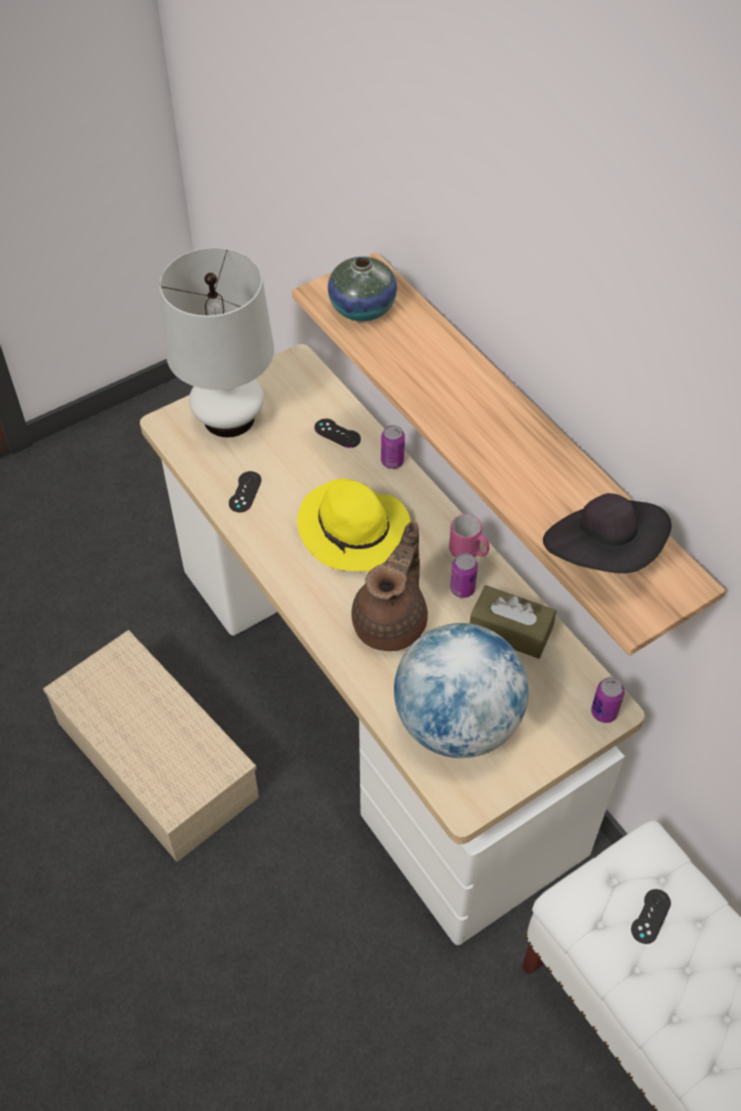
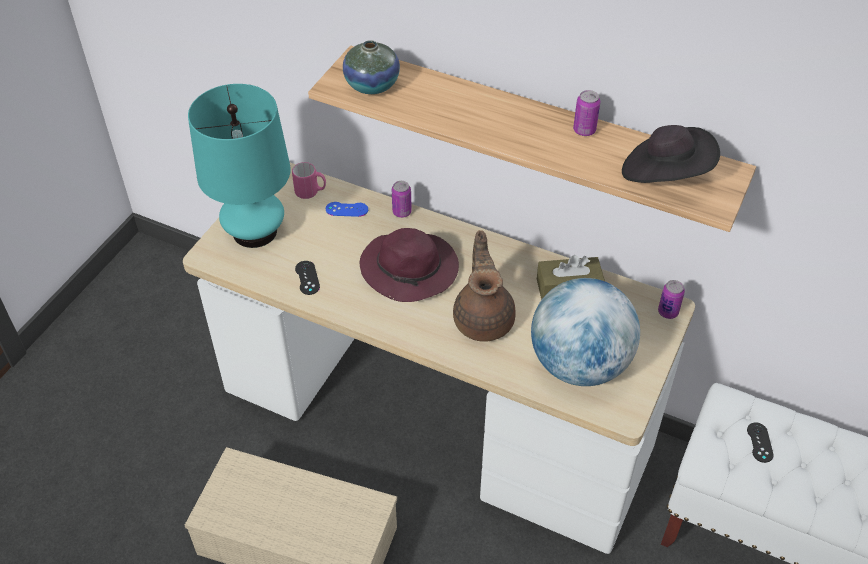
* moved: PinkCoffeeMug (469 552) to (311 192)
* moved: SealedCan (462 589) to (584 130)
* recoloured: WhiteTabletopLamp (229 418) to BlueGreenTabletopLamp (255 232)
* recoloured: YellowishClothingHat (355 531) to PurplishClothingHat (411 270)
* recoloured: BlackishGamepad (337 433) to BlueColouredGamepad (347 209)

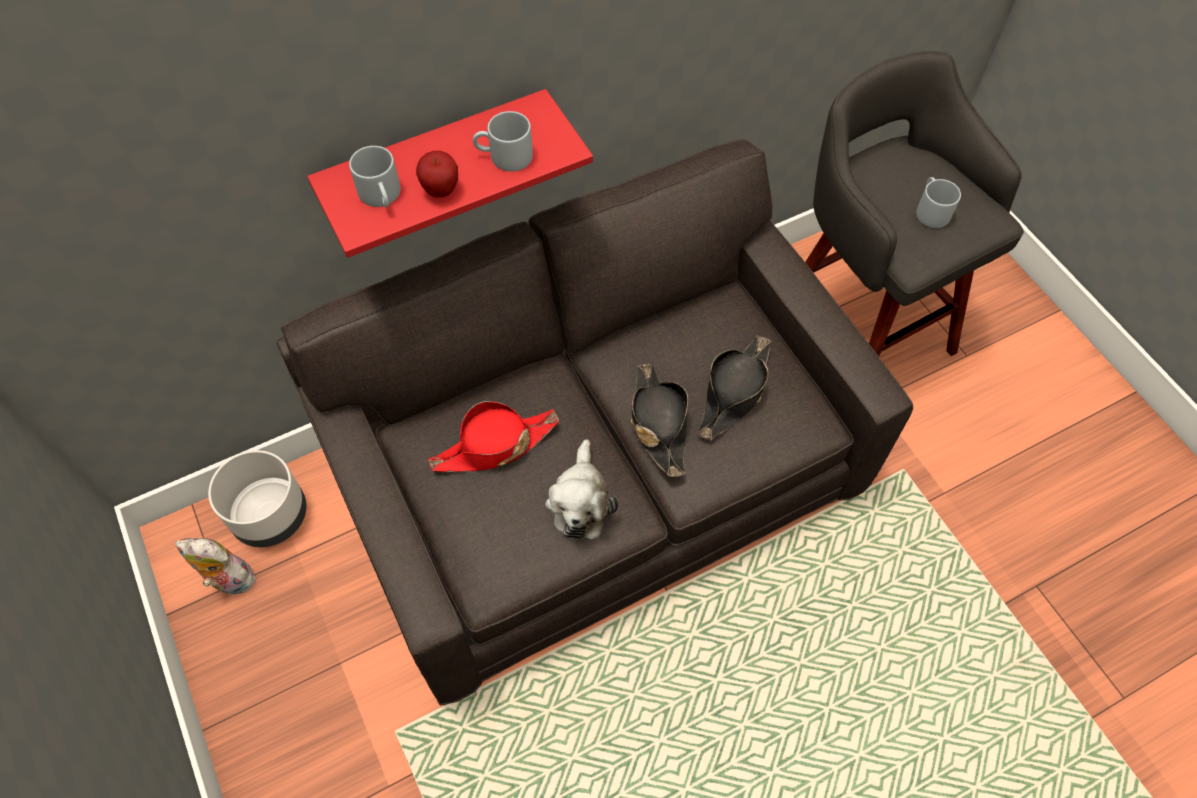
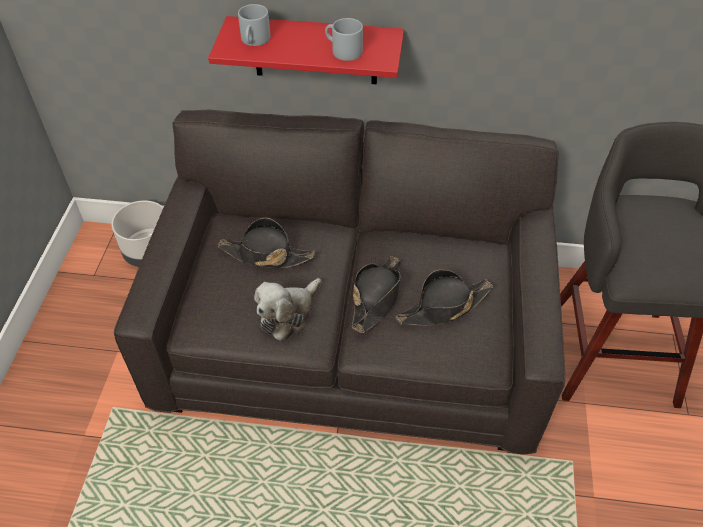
* removed: CuddlyToy (228 580)
* removed: AppleFruit (441 190)
* removed: GreyCoffeeMug (930 210)
* recoloured: RedClothingHat (494 446) to BlackishClothingHat (265 254)

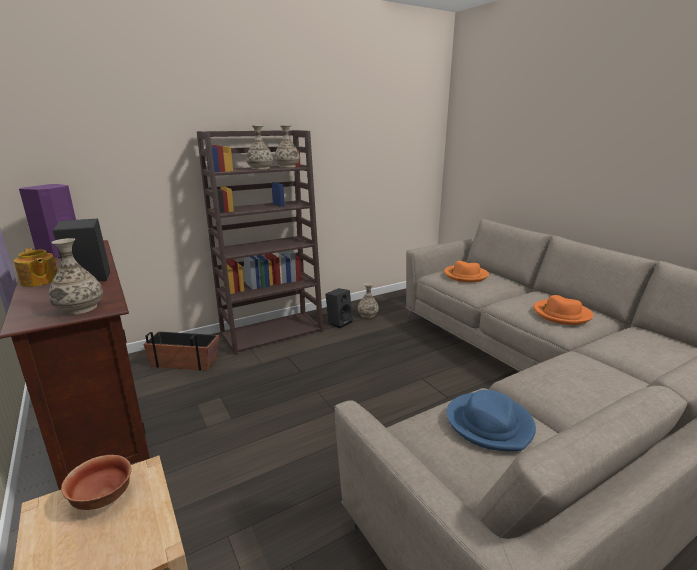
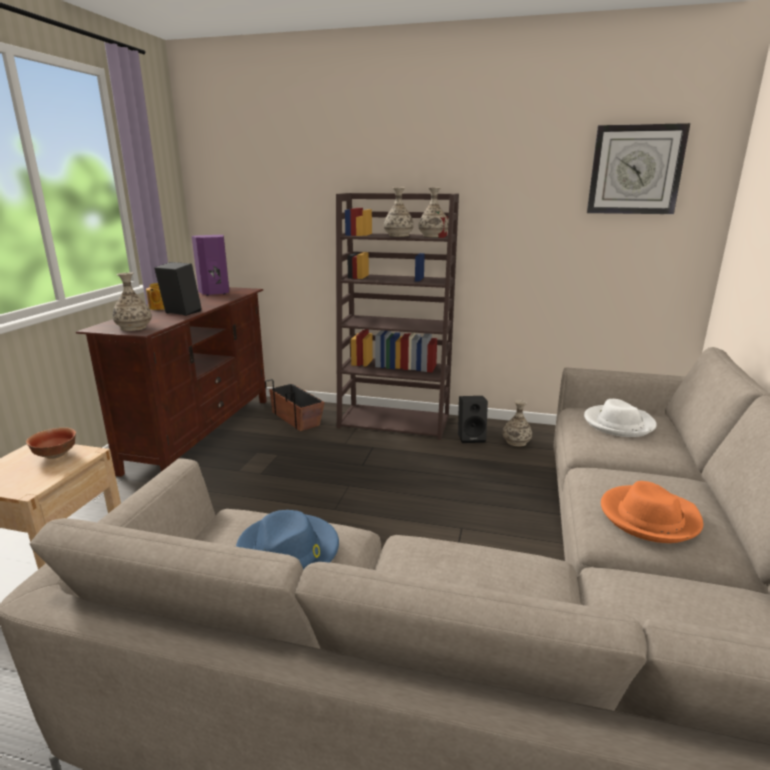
* added: ClockOnTheWall (635 170)
* recoloured: OrangeClothingHat (465 275) to WhiteClothingHat (618 423)

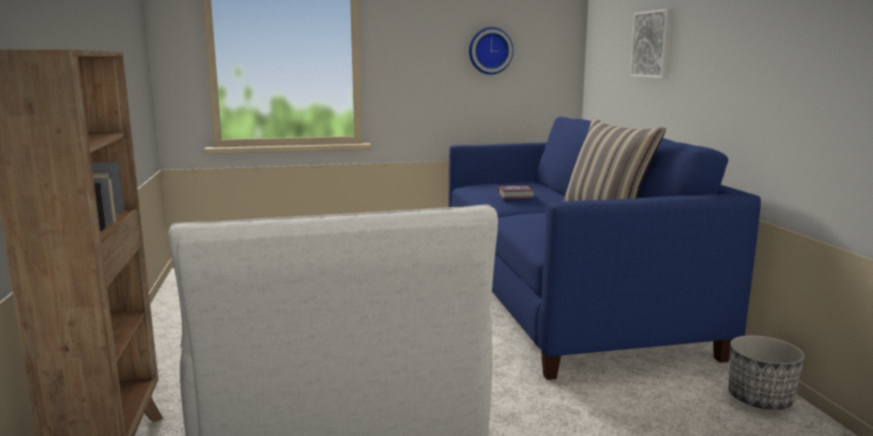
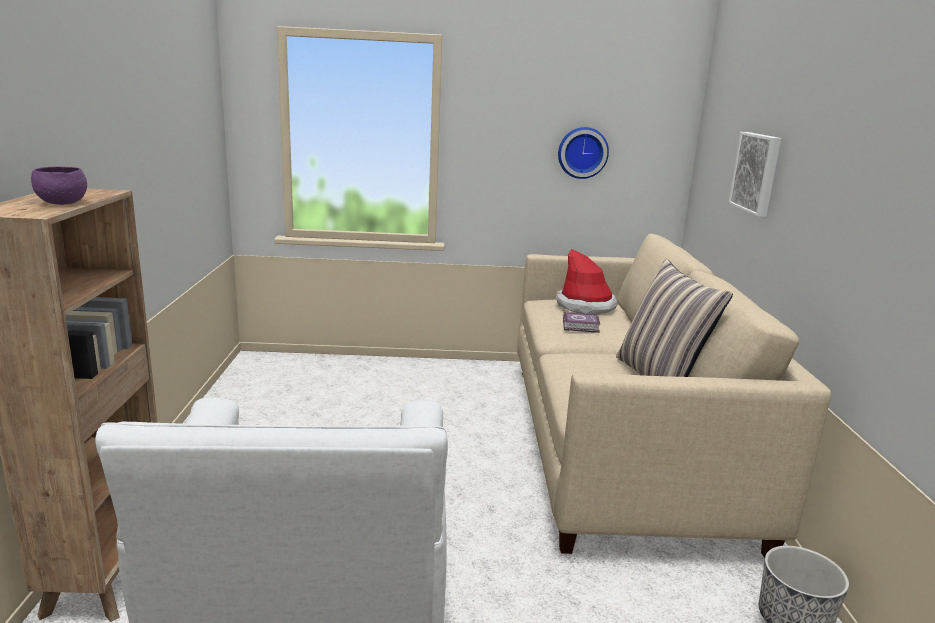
* added: PurplishBowl (62 203)
* added: ClothingHat (585 306)
* recoloured: BlueColouredSofa (564 300) to BeigeColouredSofa (620 445)

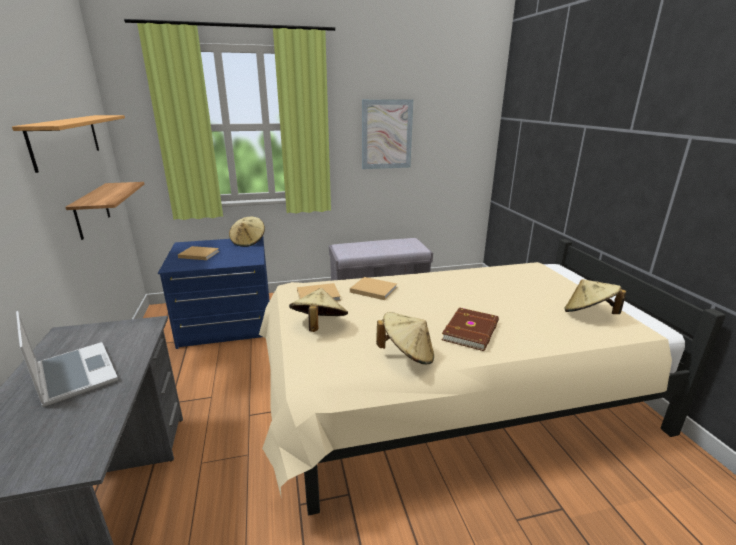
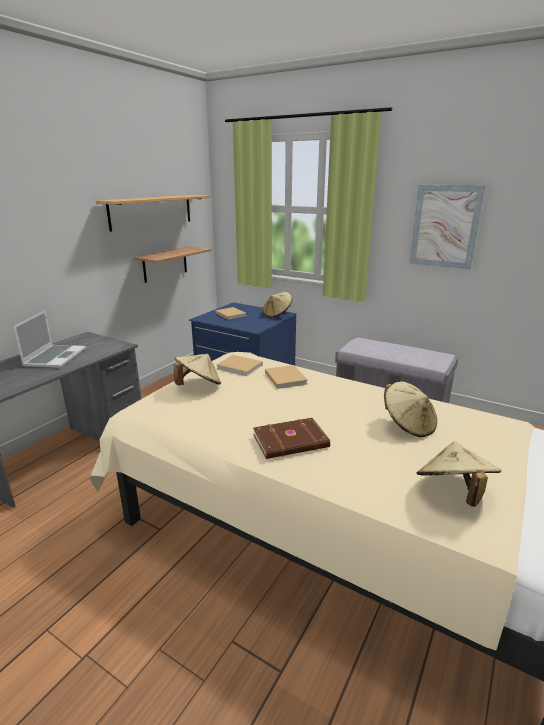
* moved: BeigeColouredClothingHat (407 355) to (408 425)

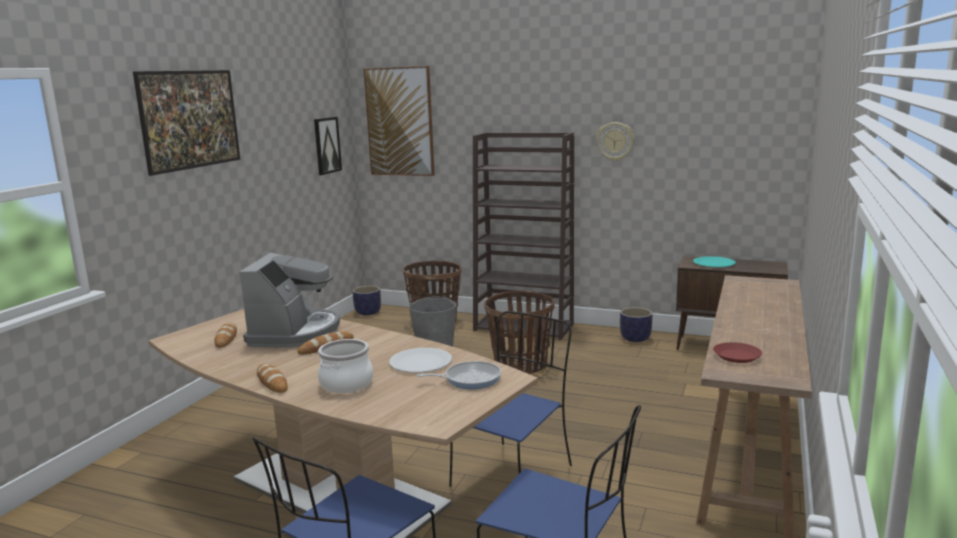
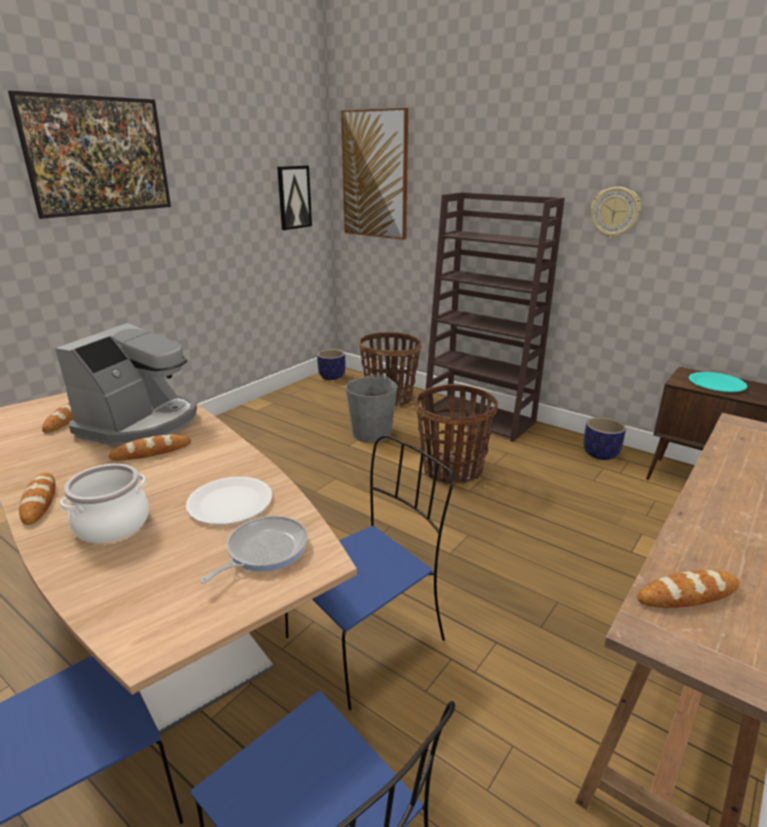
* replaced: RedDinnerPlate (737 356) to BakeryBread (687 594)
* turned: Skillet (469 379) = (263 551) 60 degrees counterclockwise

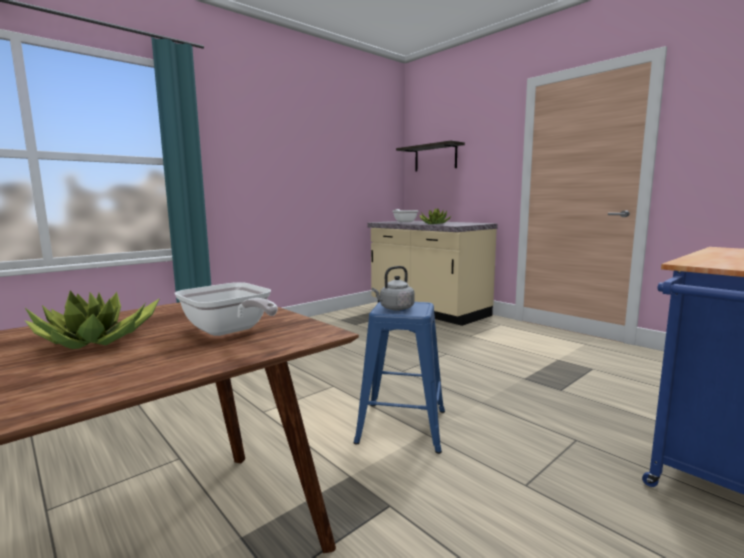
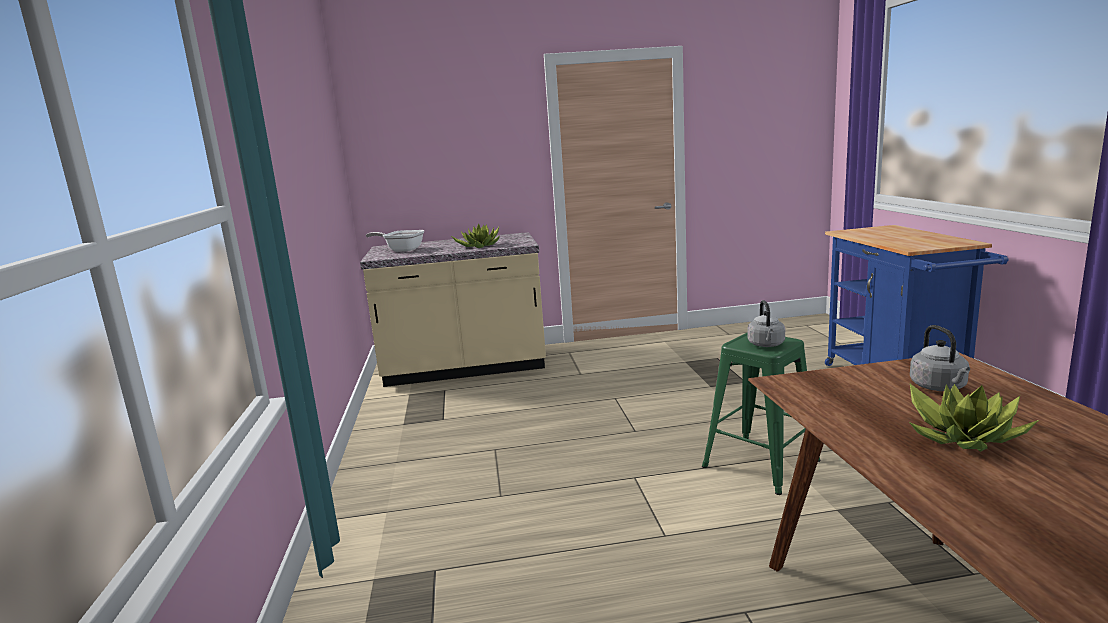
* removed: BracketShelf (435 158)
* replaced: Skillet (229 331) to GreyTeaKettle (939 387)
* recoloured: BlueColouredStool (403 426) to GreenStool (762 463)

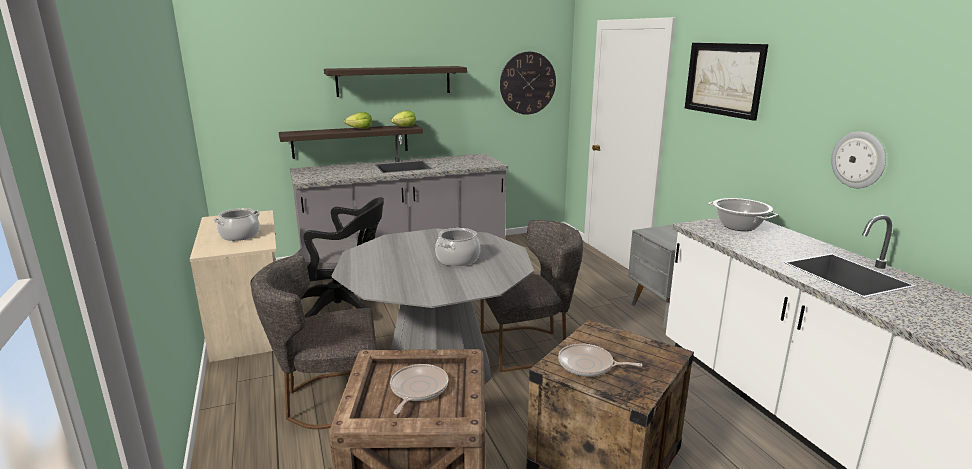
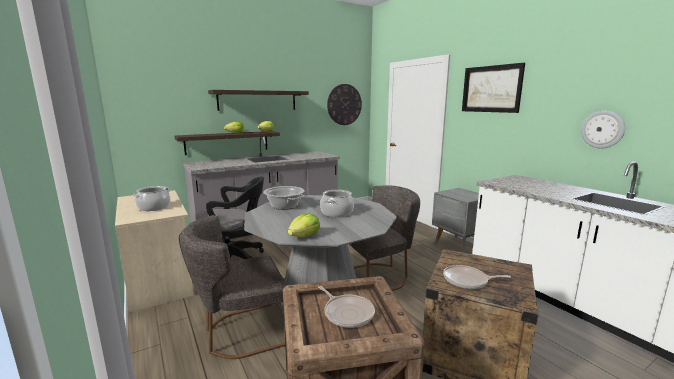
* added: HeadOfLettuce (304 236)
* moved: Saucepot (738 226) to (284 206)
* turned: Skillet (417 389) = (347 313) 135 degrees clockwise

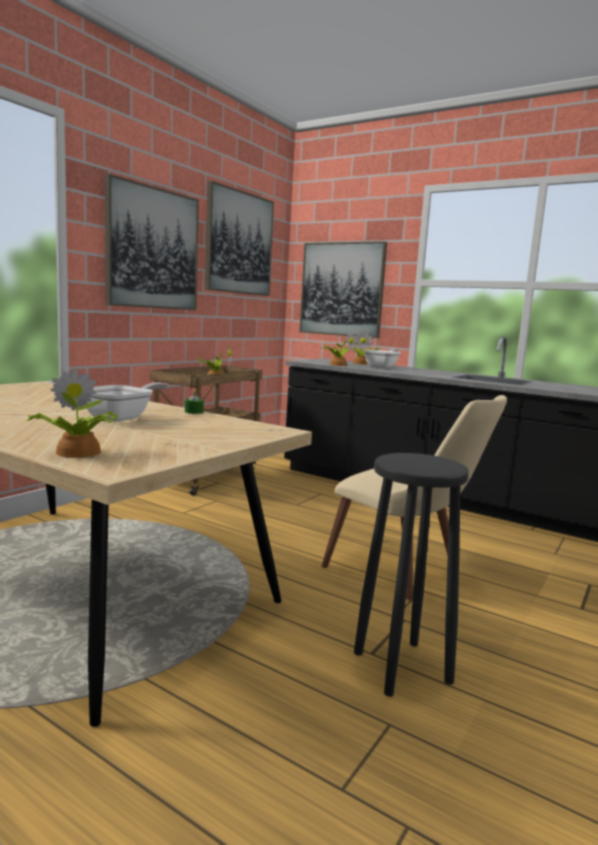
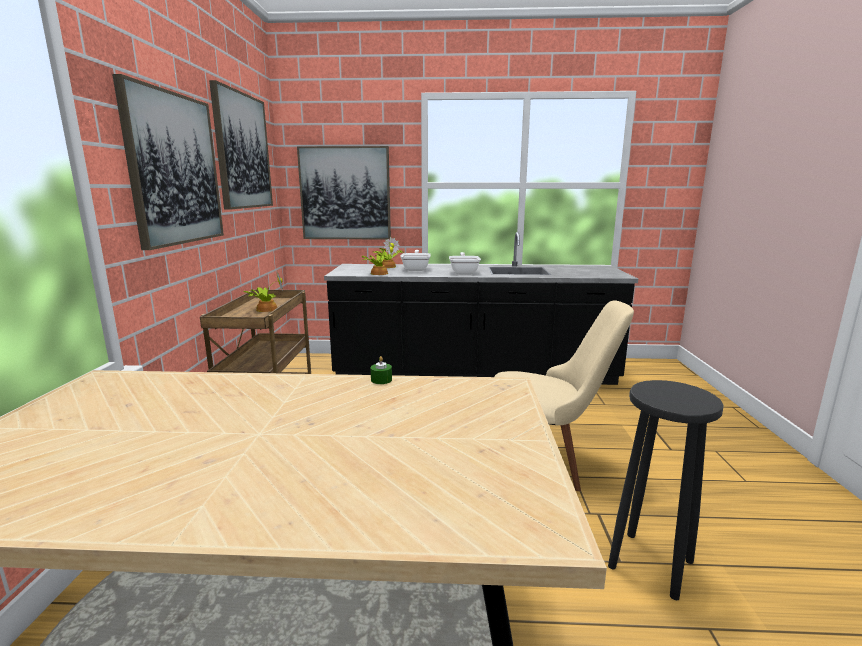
* removed: PlantInAPot (77 452)
* moved: Skillet (122 418) to (464 272)

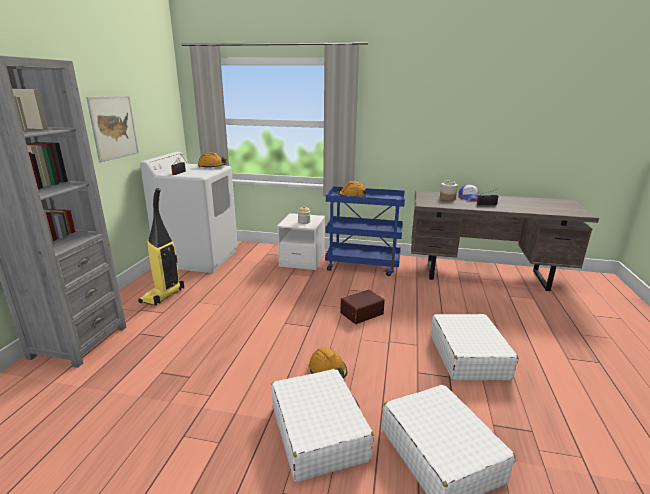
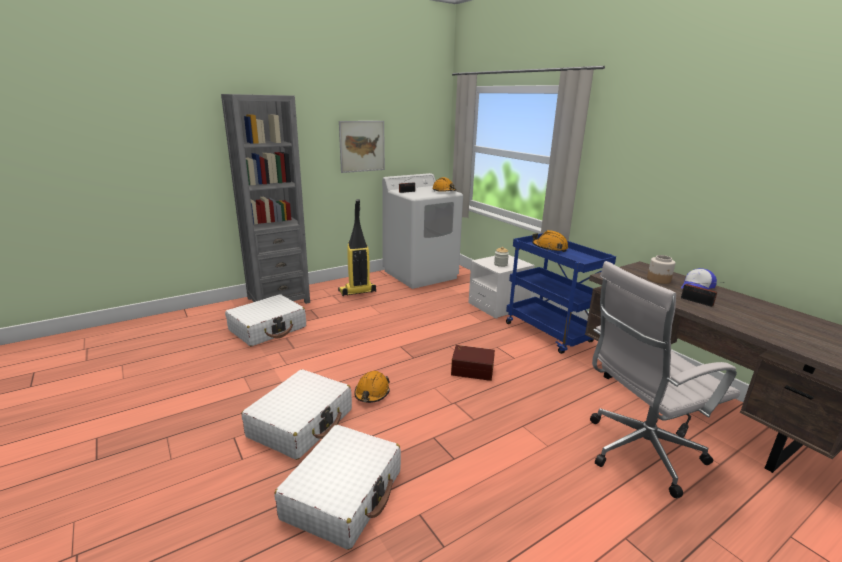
* added: WhiteDeskChair (638 452)
* moved: WhiteTravelCase (468 356) to (268 329)

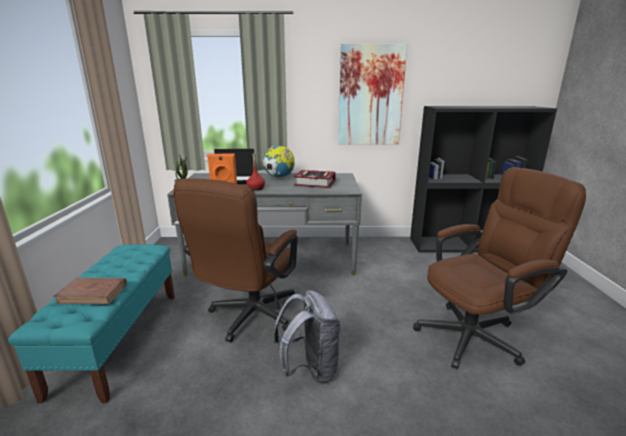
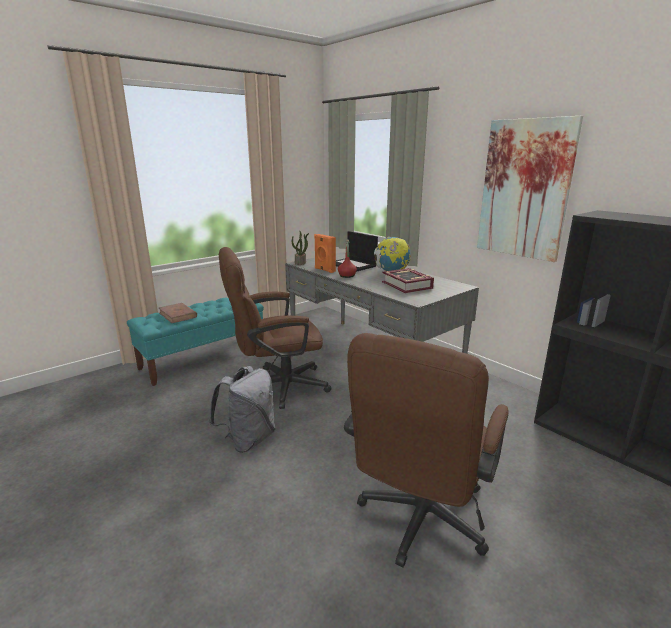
* turned: BrownishDeskChair (477 334) = (419 522) 90 degrees clockwise

